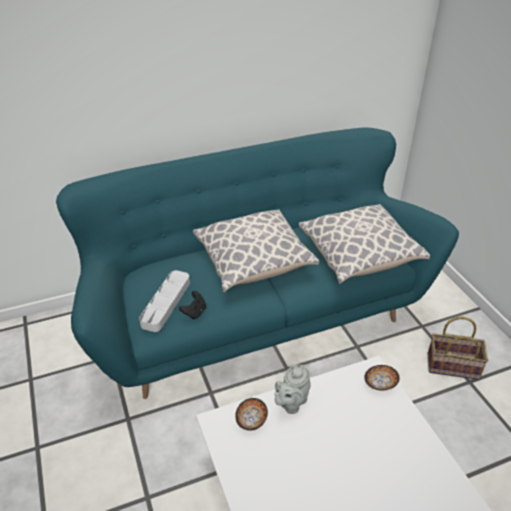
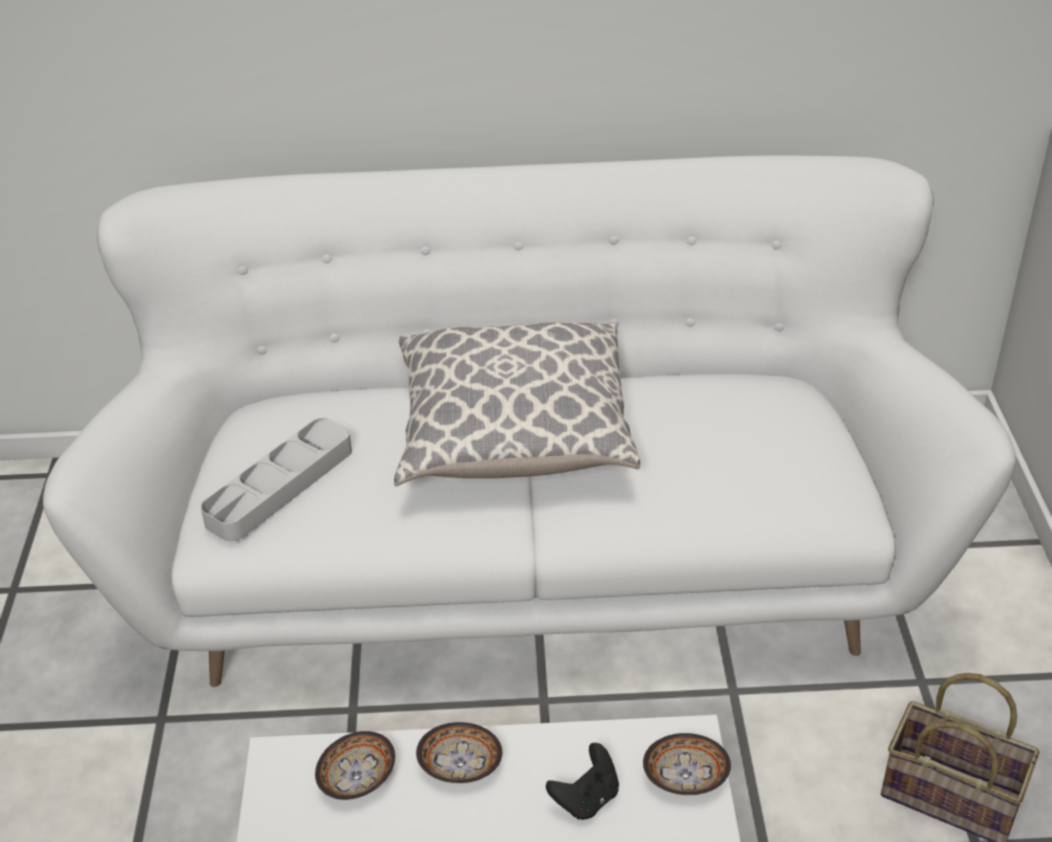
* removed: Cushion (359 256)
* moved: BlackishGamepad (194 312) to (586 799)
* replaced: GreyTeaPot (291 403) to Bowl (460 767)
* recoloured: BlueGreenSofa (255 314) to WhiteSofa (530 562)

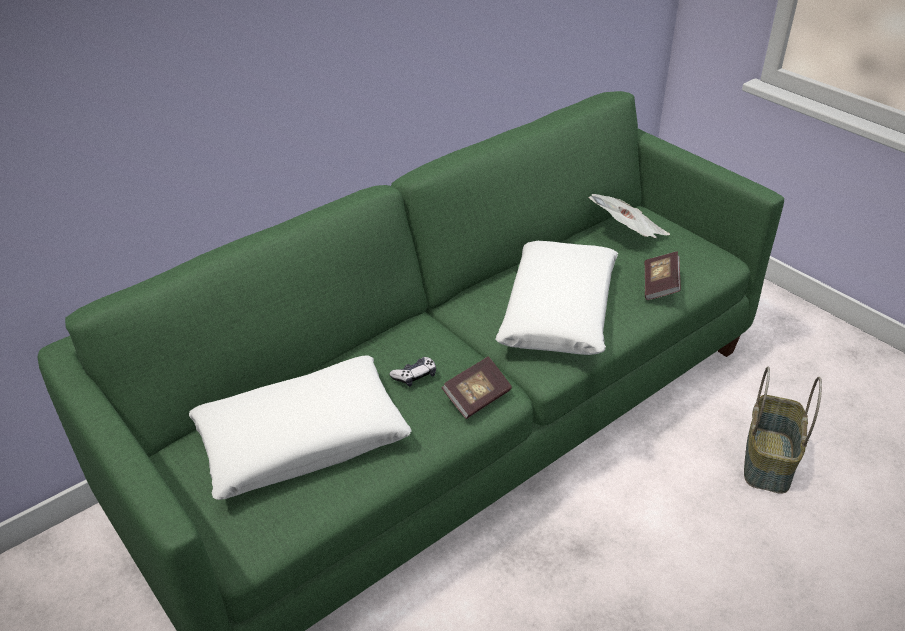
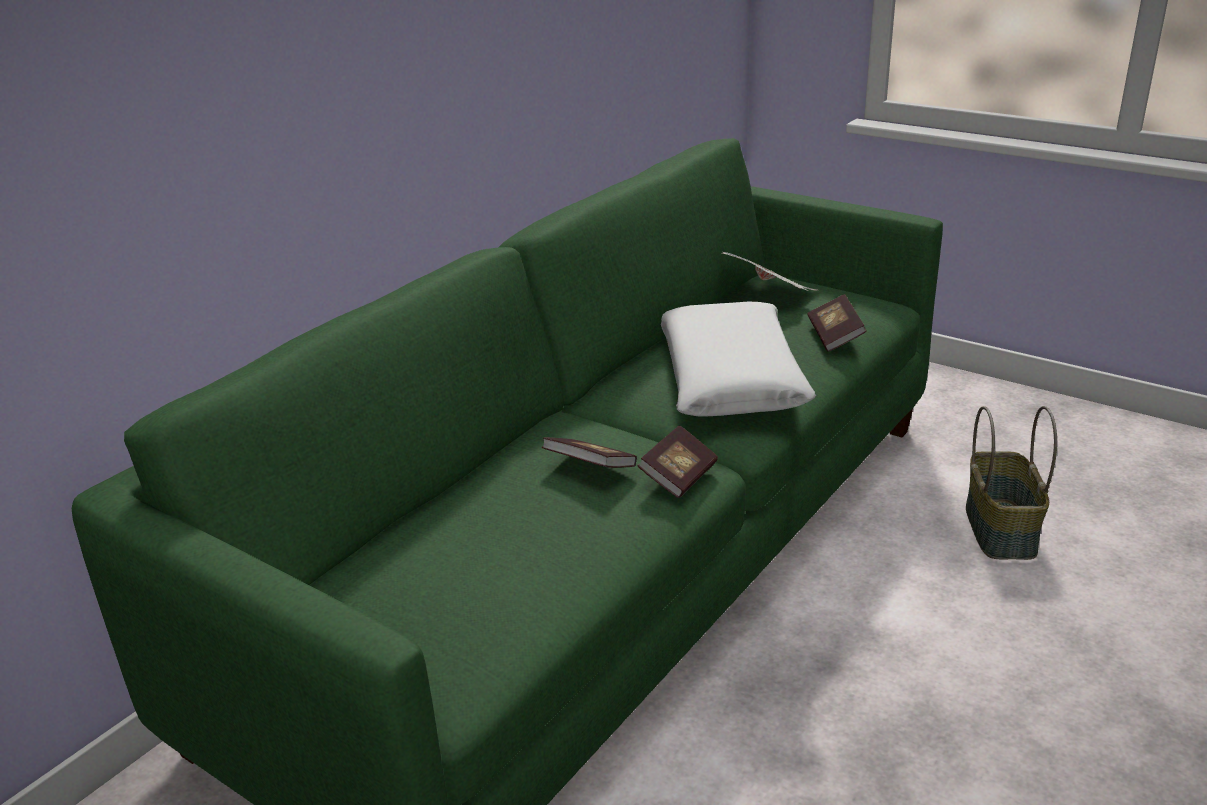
* removed: WhiteCushion (302 439)
* replaced: Gamepad (415 376) to BoundBook (590 468)

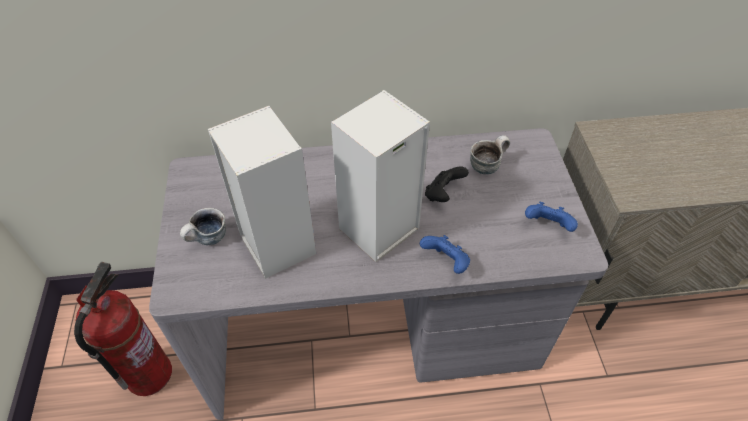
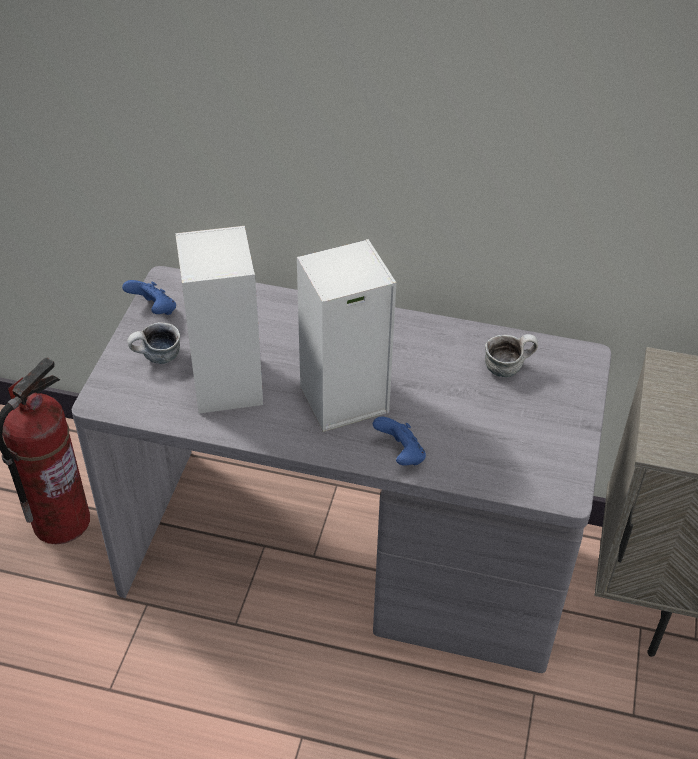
* removed: BlackishGamepad (443 194)
* moved: BlueColouredGamepad (547 226) to (154 310)

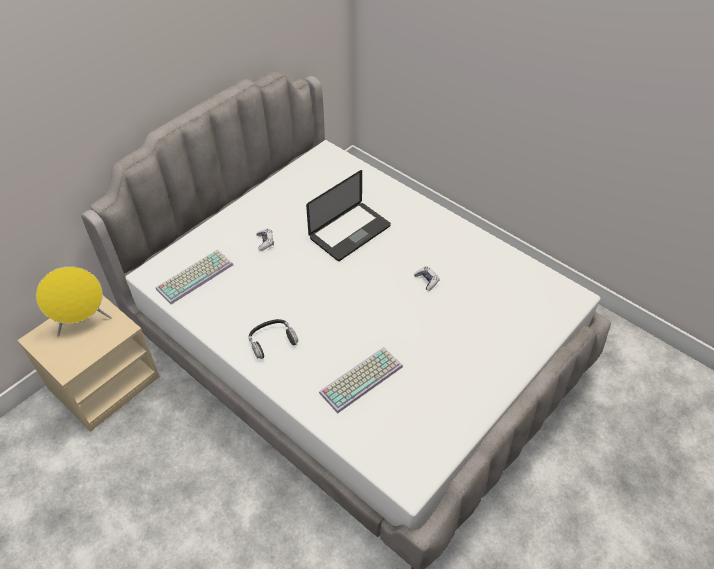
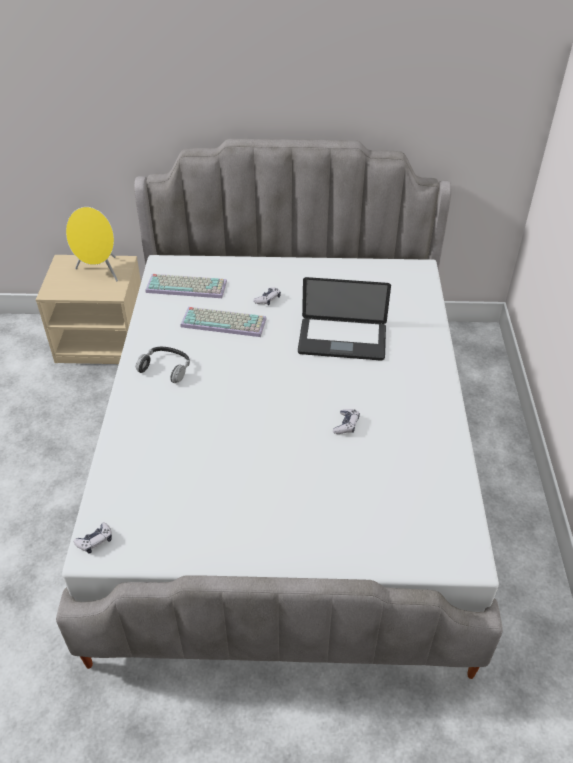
* added: Gamepad (95 541)
* moved: Keyboard (361 378) to (225 322)

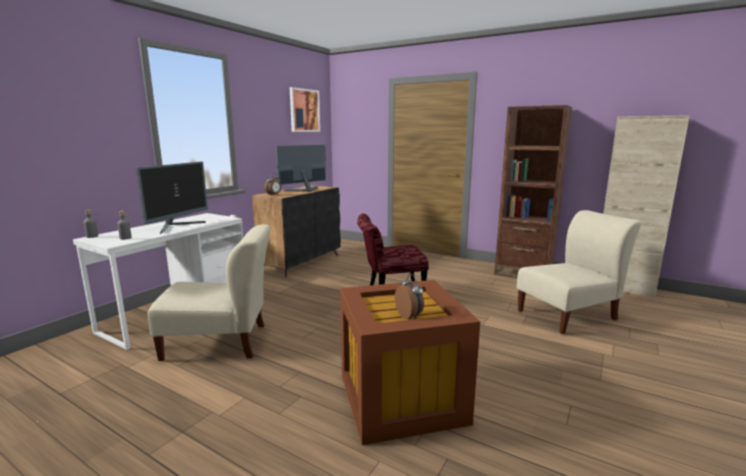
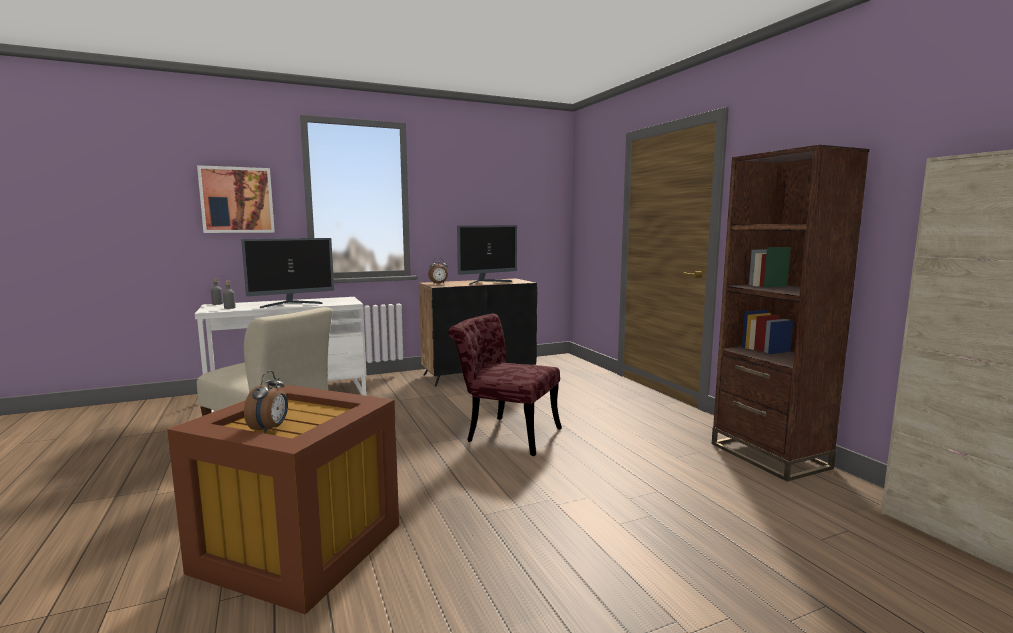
* removed: BeigeColouredPlainChair (569 314)
* moved: WallArt (304 110) to (237 200)
* turned: ComputerScreen (304 190) = (487 282) 150 degrees clockwise

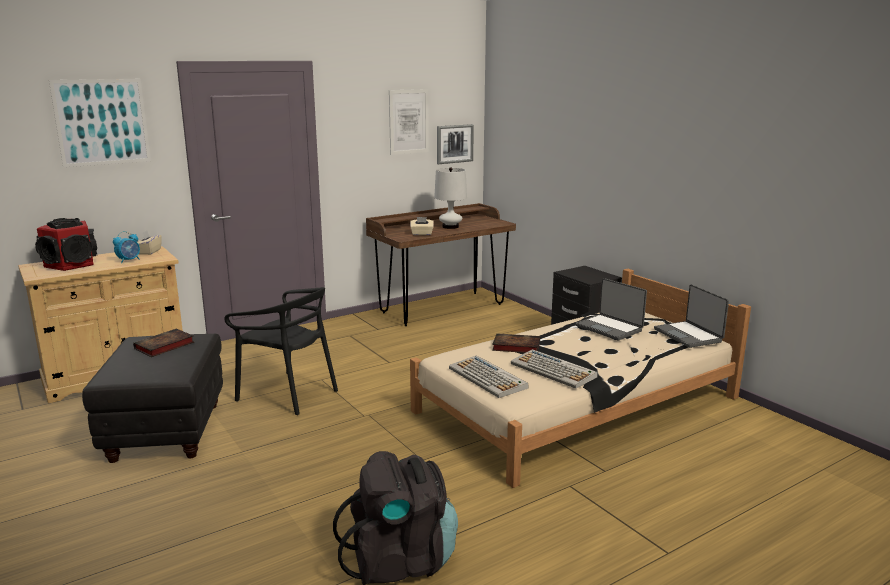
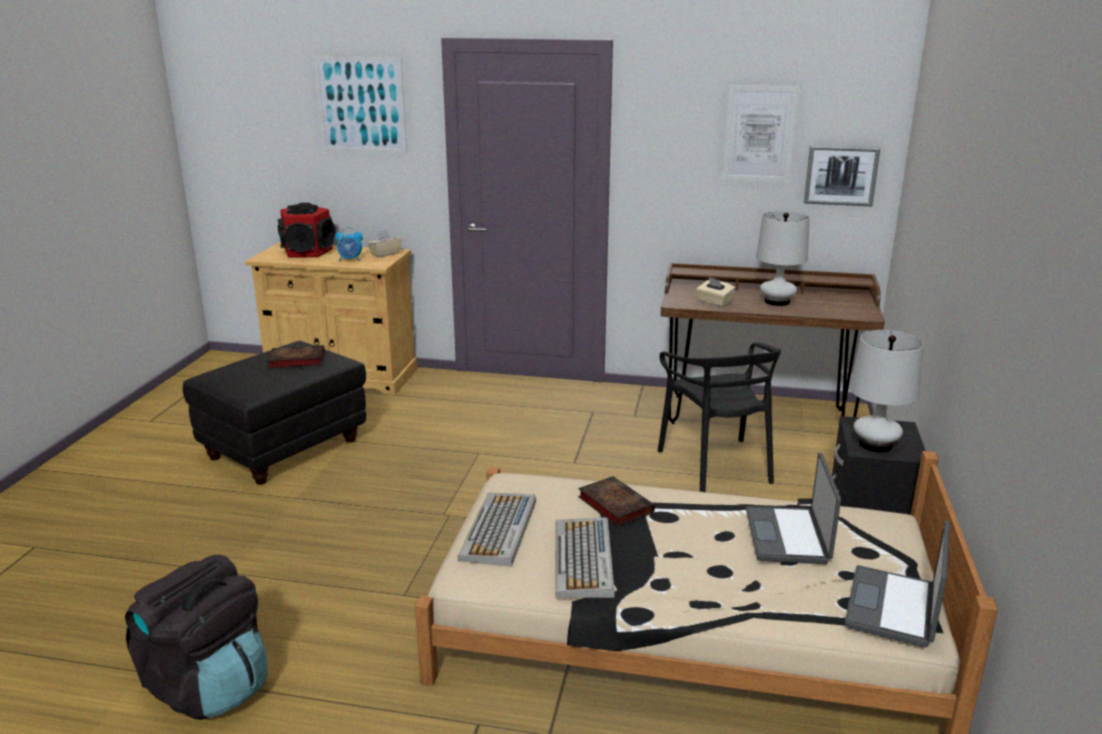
* added: WhiteTabletopLamp (875 444)
* moved: BlackishPlainChair (288 394) to (717 465)

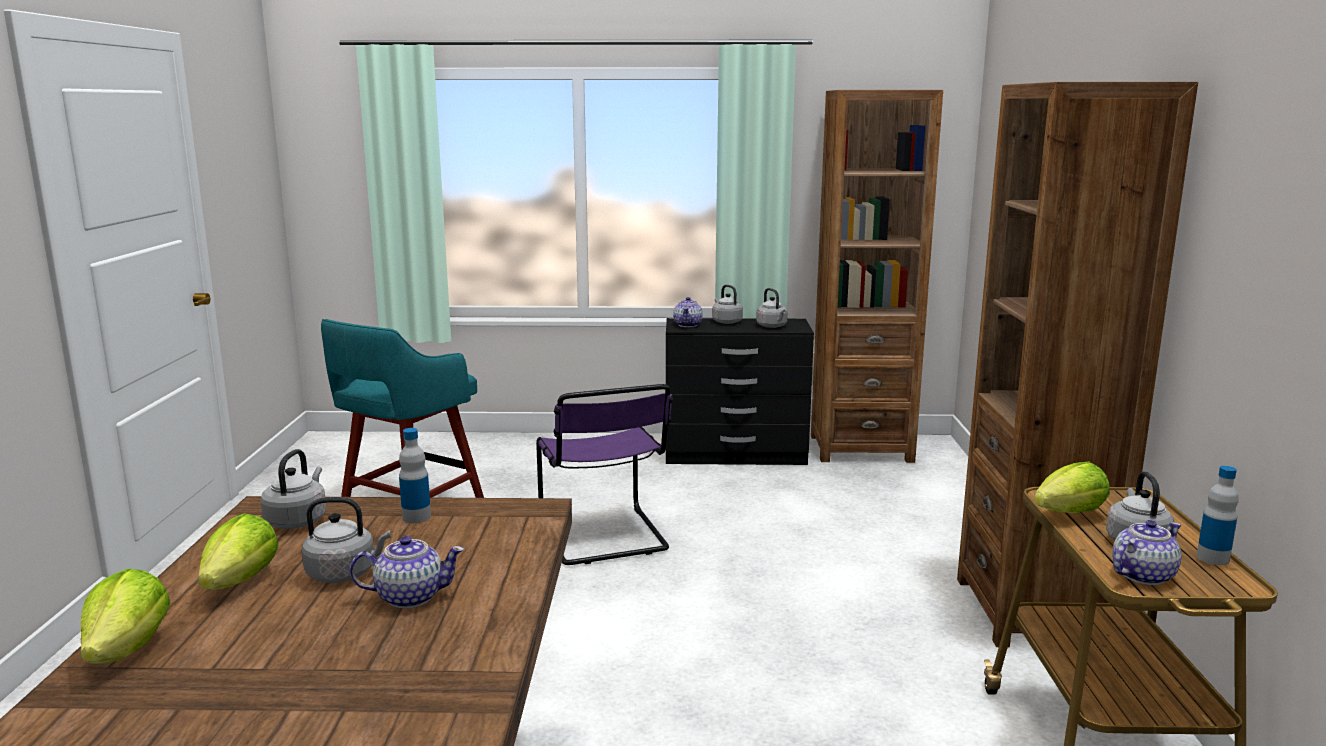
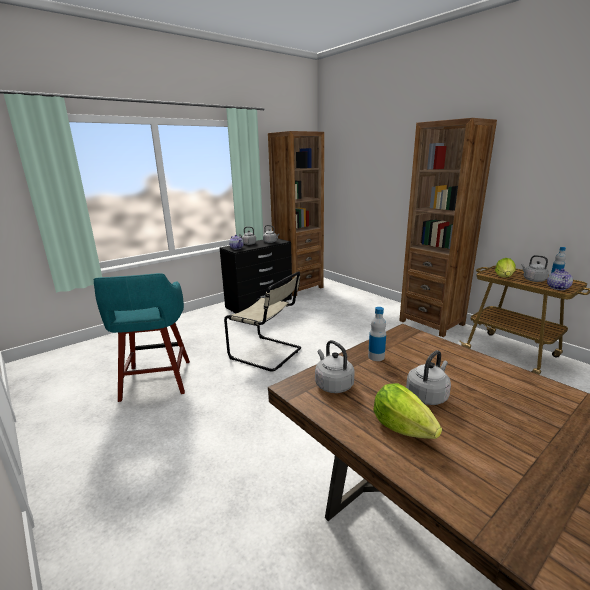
* removed: HeadOfLettuce (128 650)
* removed: TeaPot (409 597)
* recoloured: PurplishPlainChair (604 538) to BeigeColouredPlainChair (268 354)

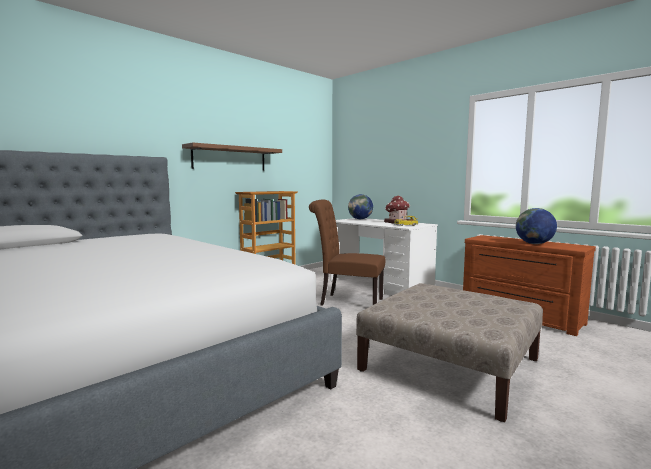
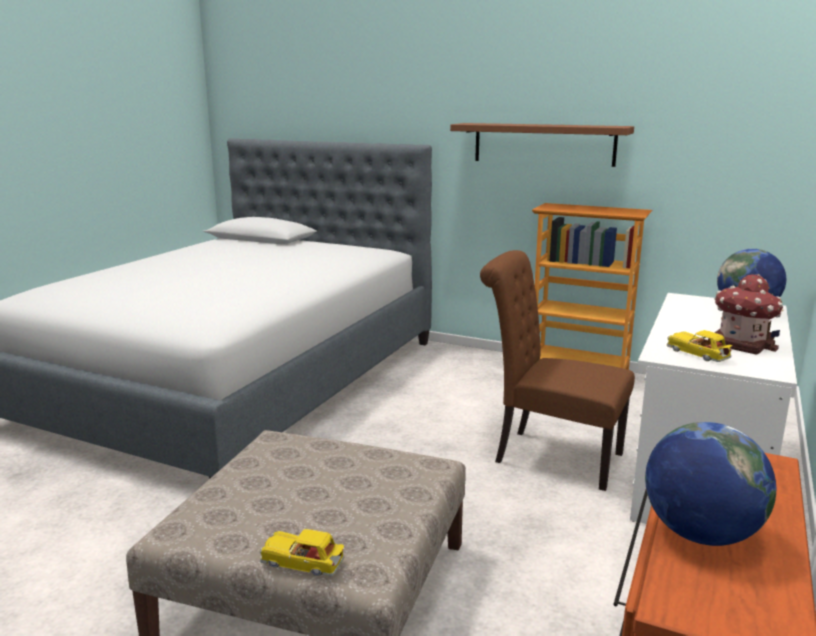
* added: ModelCar (304 563)
* turned: BrownishPlainChair (347 301) = (550 456) 60 degrees counterclockwise

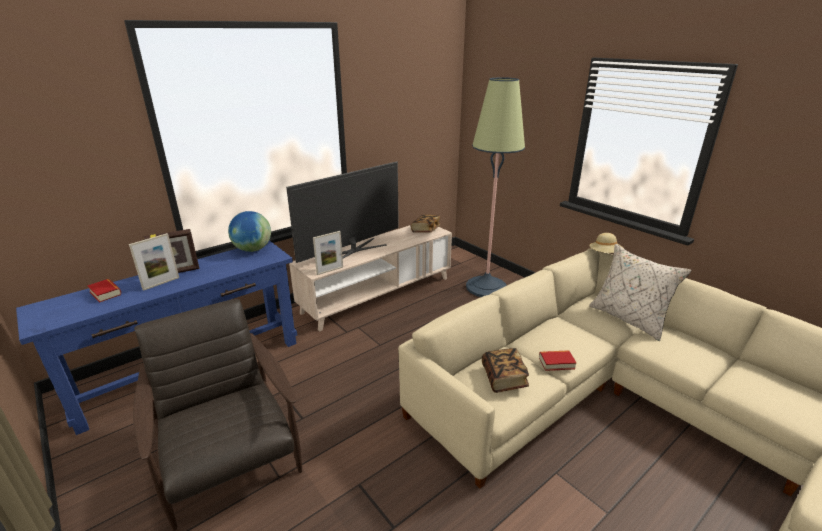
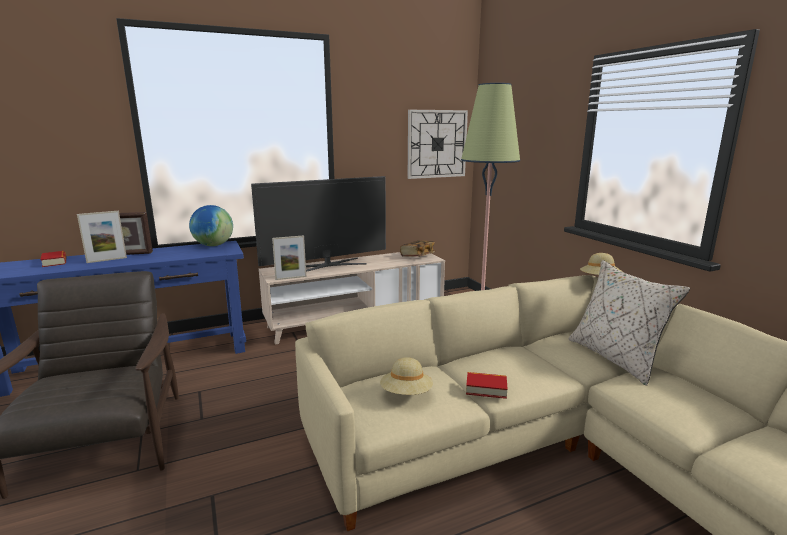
* added: ClockOnTheWall (437 144)
* replaced: BoundBook (504 378) to BeigeColouredClothingHat (406 394)

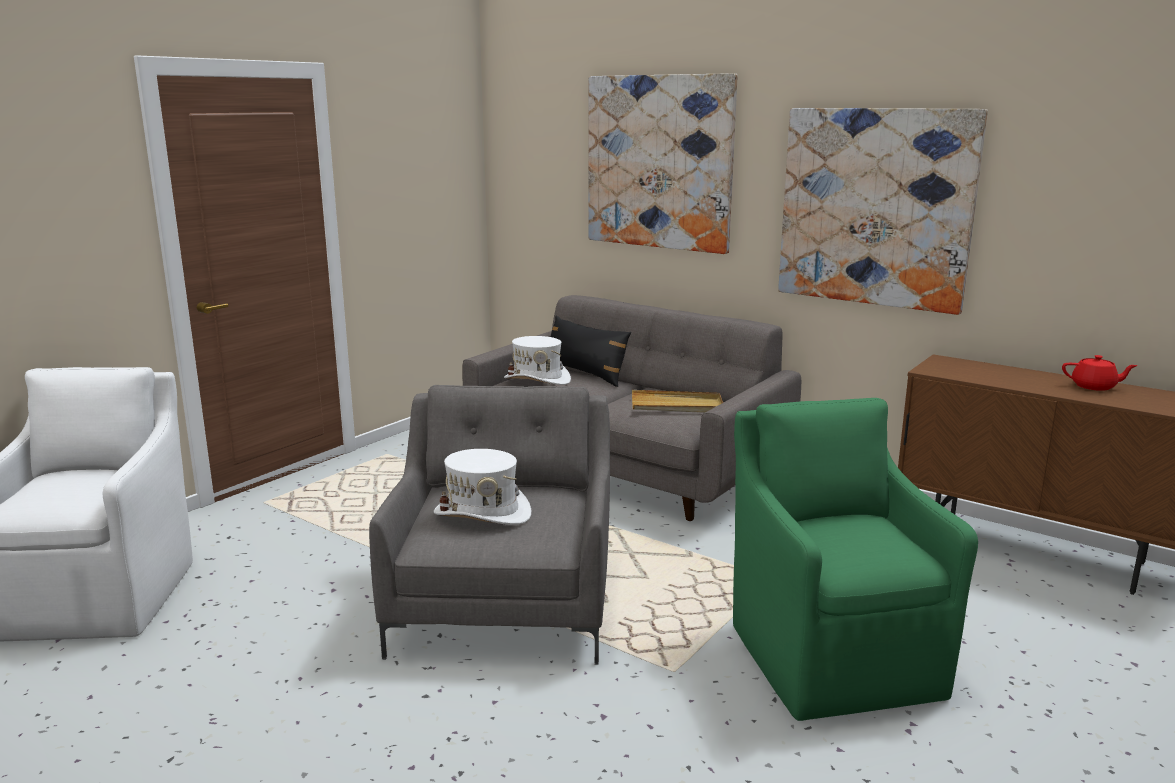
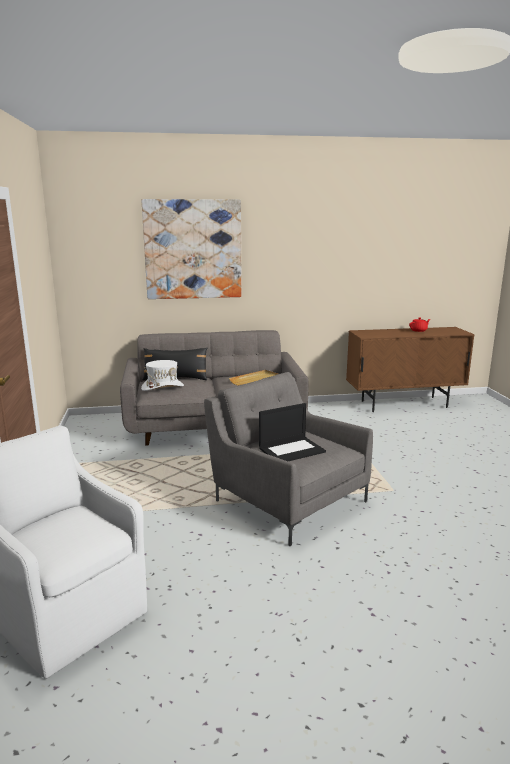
* removed: GreenArmchair (832 656)
* removed: WallArt (875 208)
* replaced: WhiteClothingHat (482 513) to PortableComputer (292 450)

